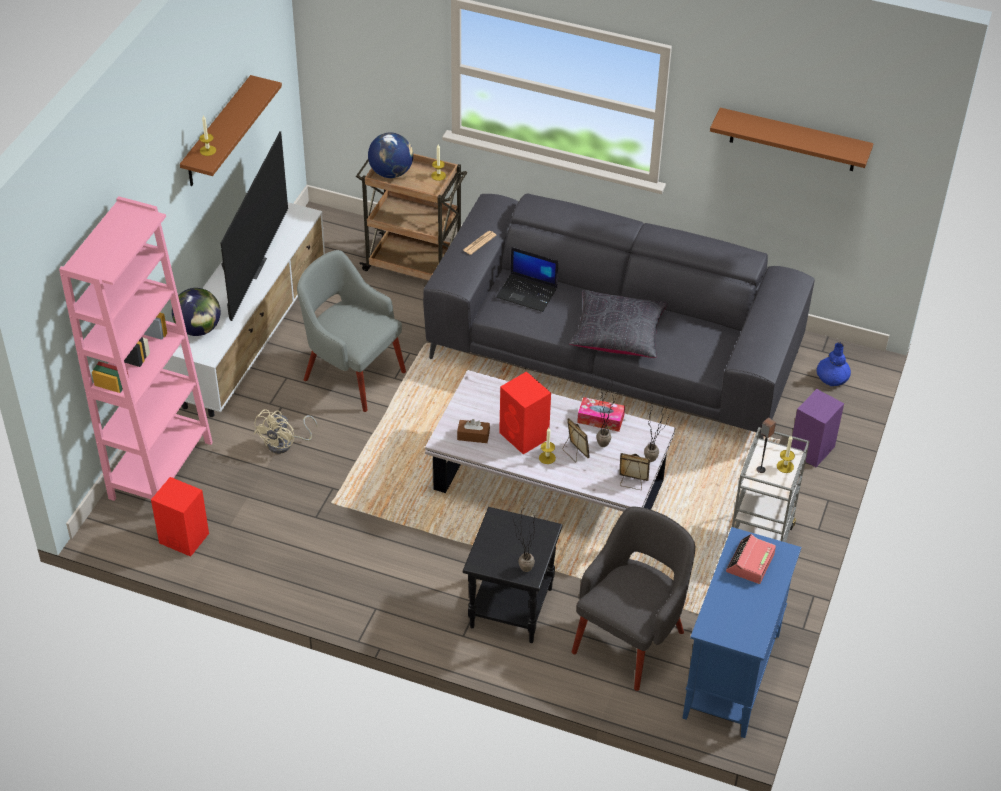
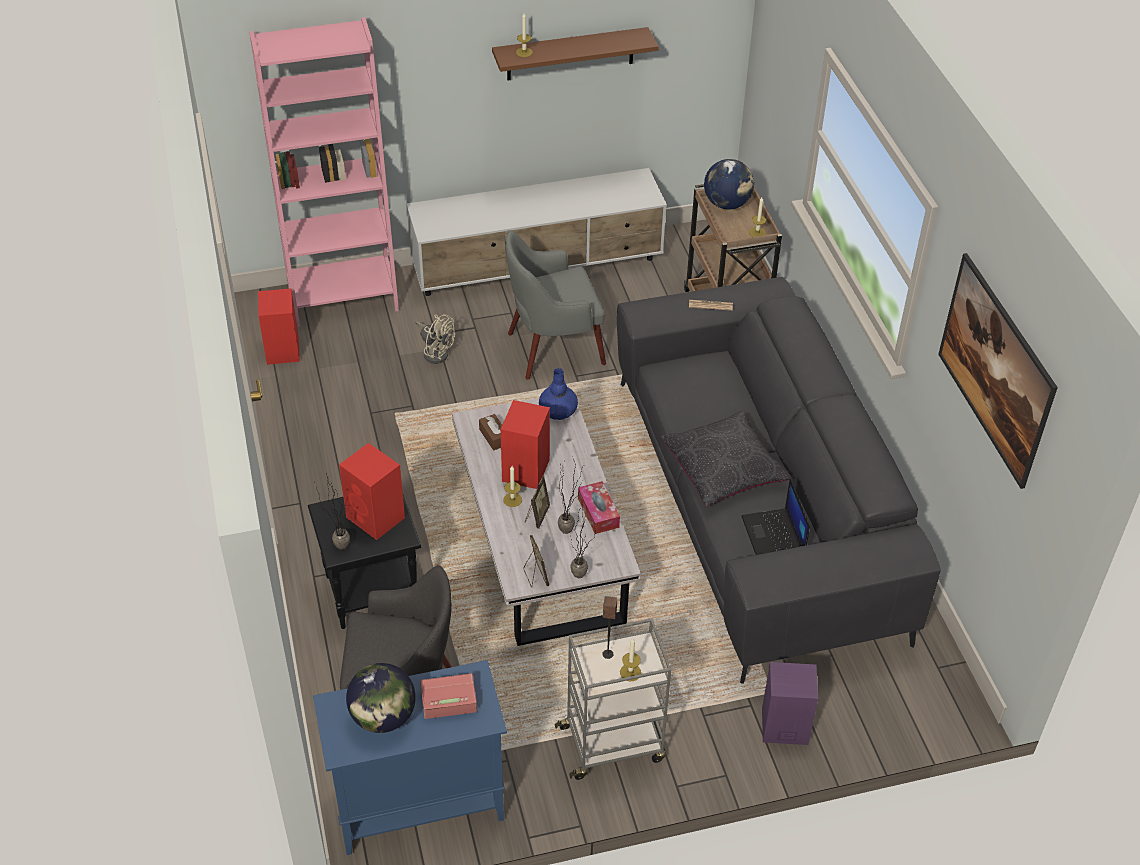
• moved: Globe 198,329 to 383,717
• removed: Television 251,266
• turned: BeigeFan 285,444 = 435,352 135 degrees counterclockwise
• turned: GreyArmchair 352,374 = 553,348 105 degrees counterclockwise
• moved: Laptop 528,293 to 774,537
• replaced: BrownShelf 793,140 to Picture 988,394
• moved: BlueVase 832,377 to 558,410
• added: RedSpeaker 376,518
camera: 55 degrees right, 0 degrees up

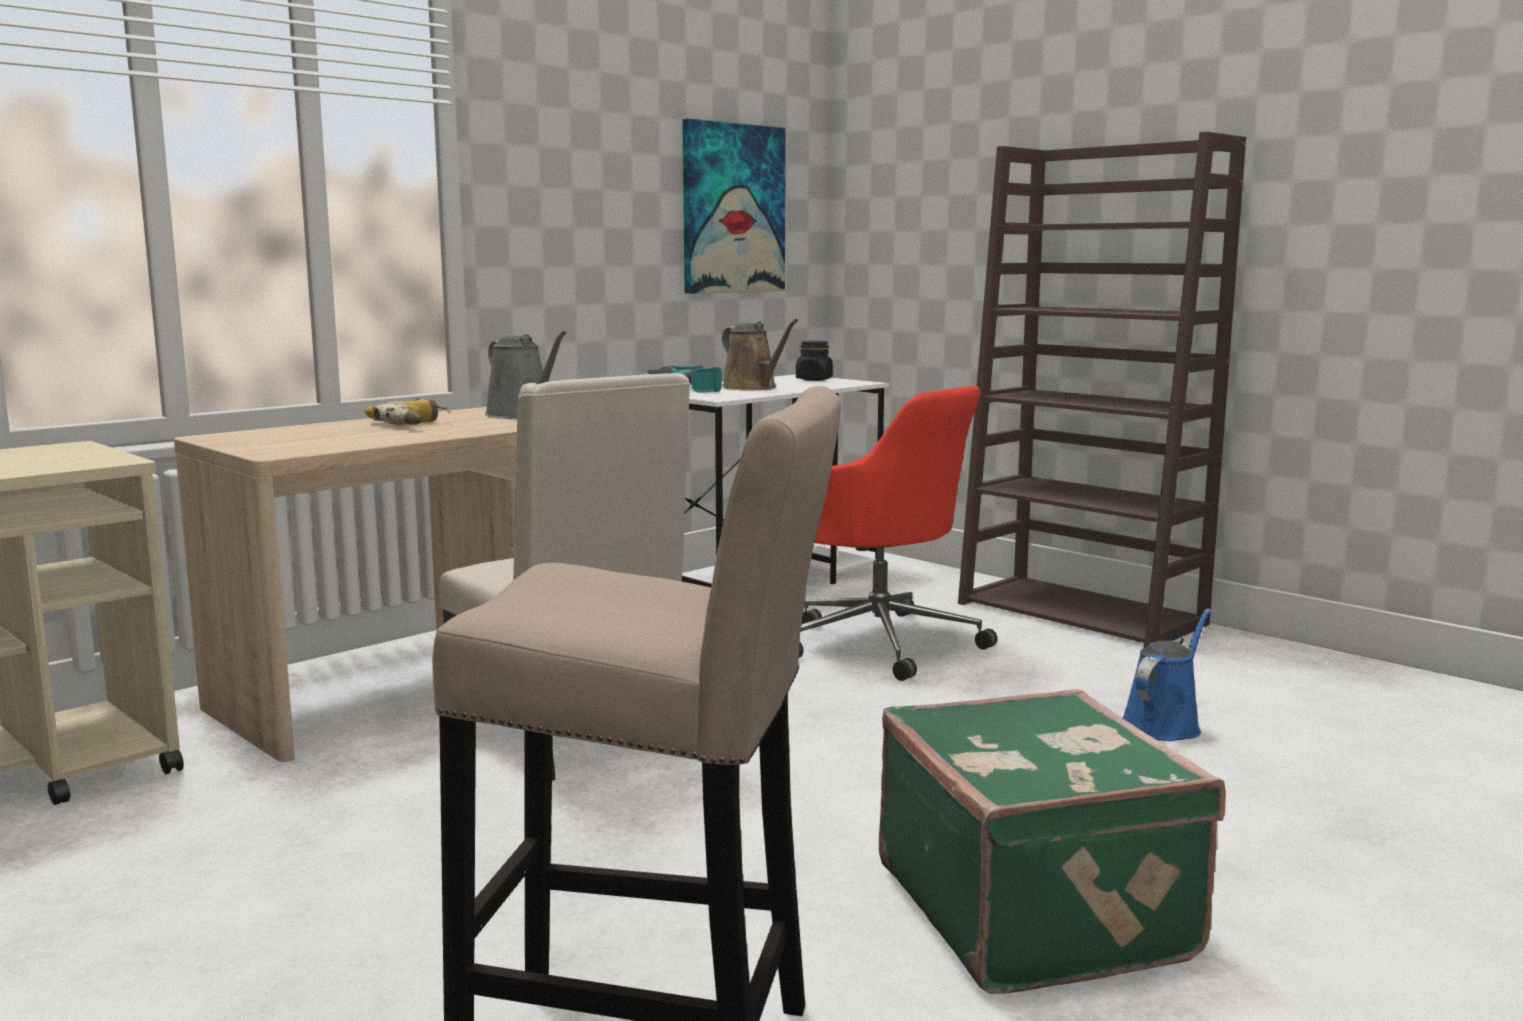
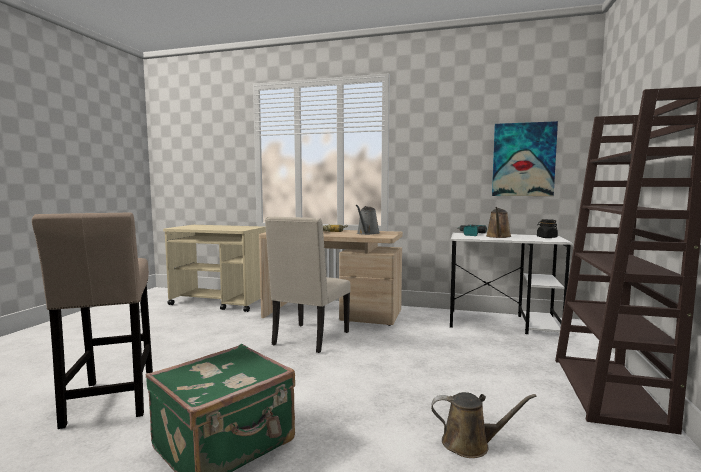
• removed: RedOfficeChair 877,643
• recoloured: BlueWateringCan 1163,724 to BrownWateringCan 470,444
camera: 60 degrees right, 5 degrees down

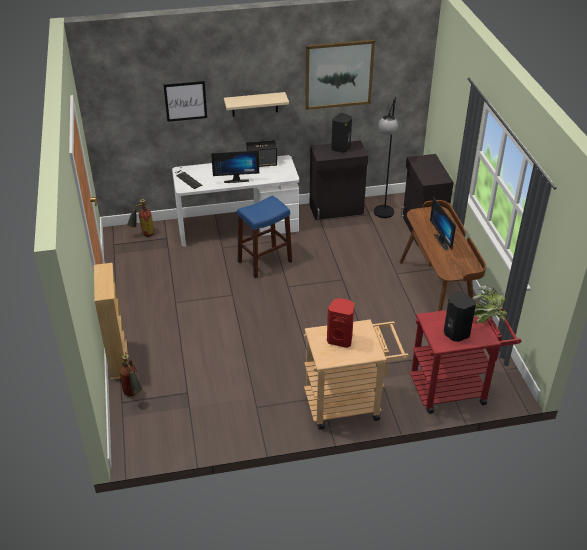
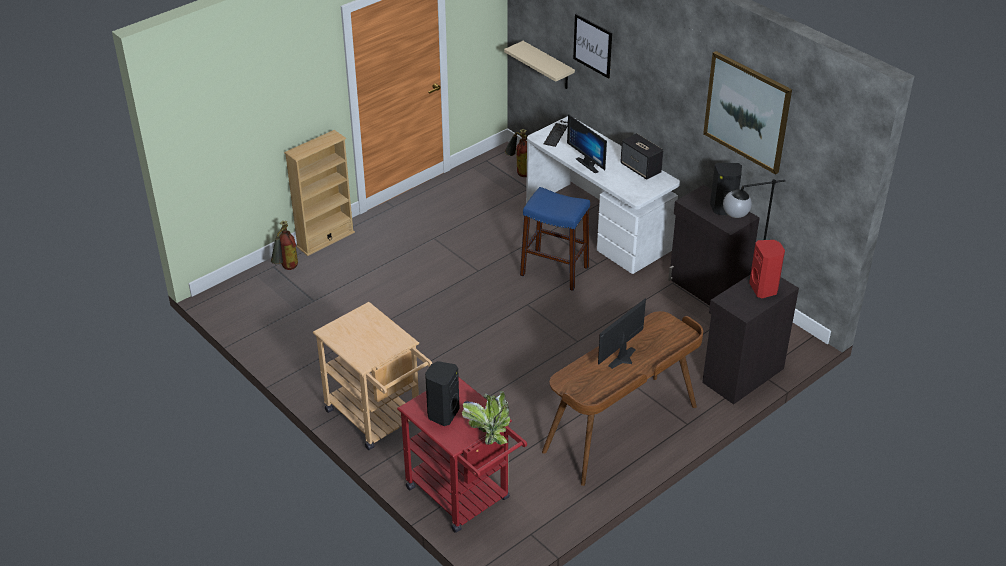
• moved: BeigeShelf 254,104 to 548,66
• moved: RedSpeaker 340,339 to 764,289
camera: 60 degrees right, 0 degrees up

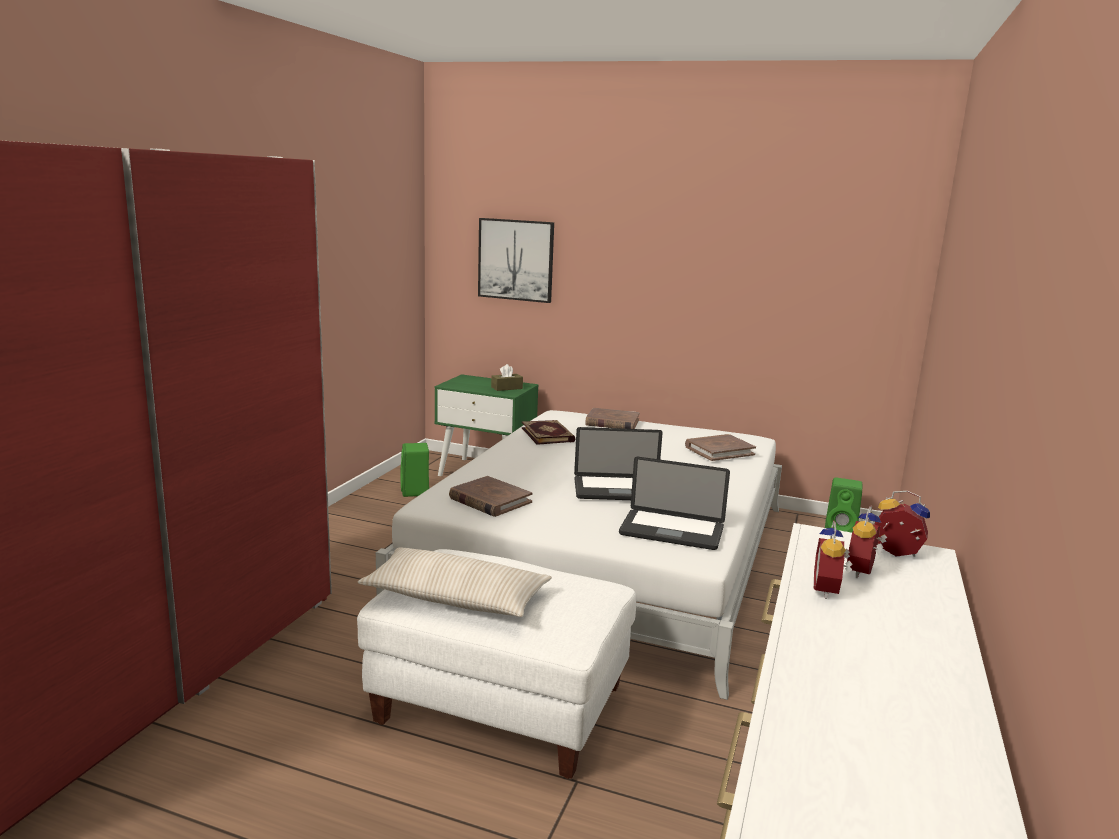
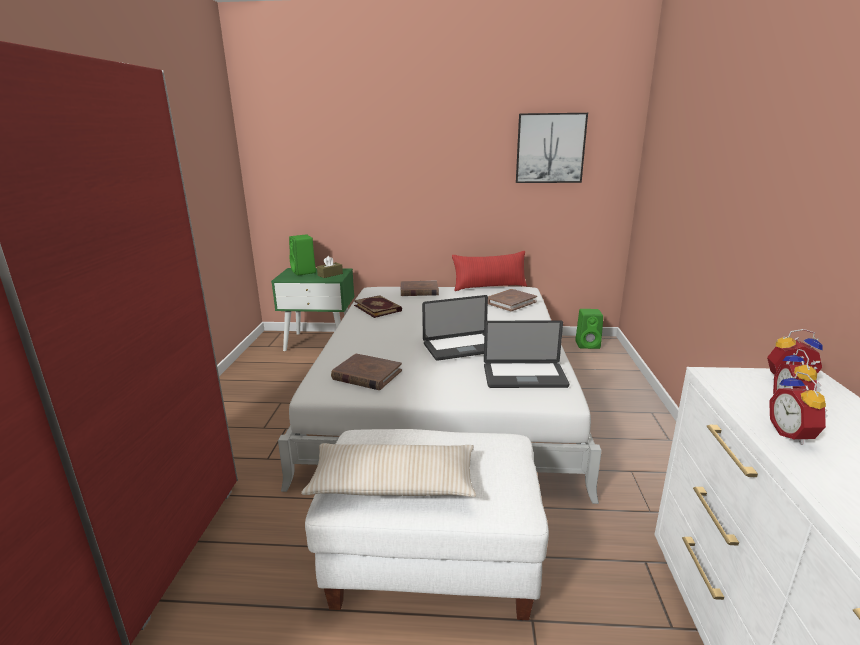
• moved: GreenSpeaker 415,492 to 304,272
• moved: Picture 516,260 to 550,148
• added: RedPillow 489,287
camera: 15 degrees left, 5 degrees up

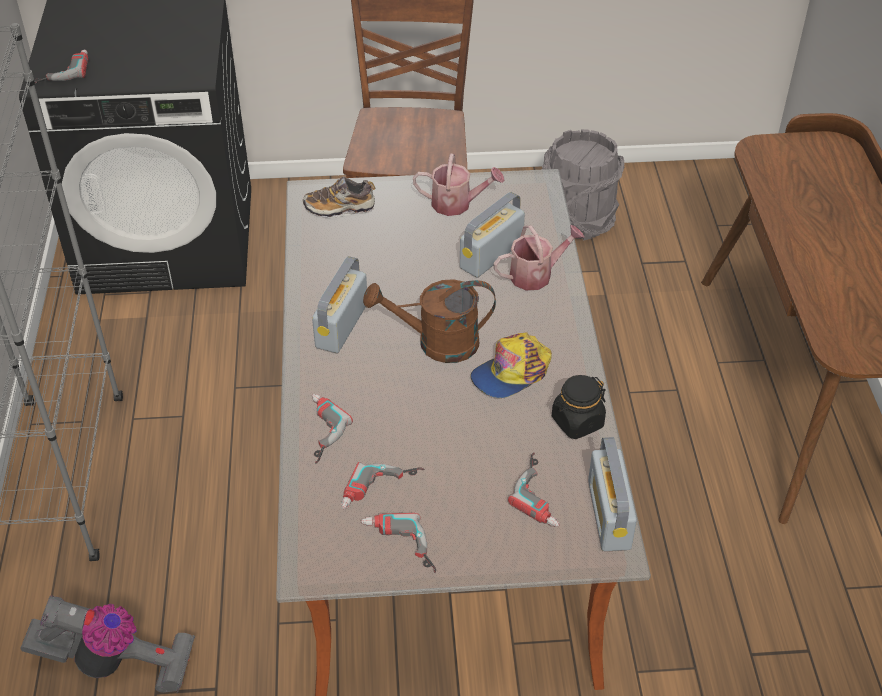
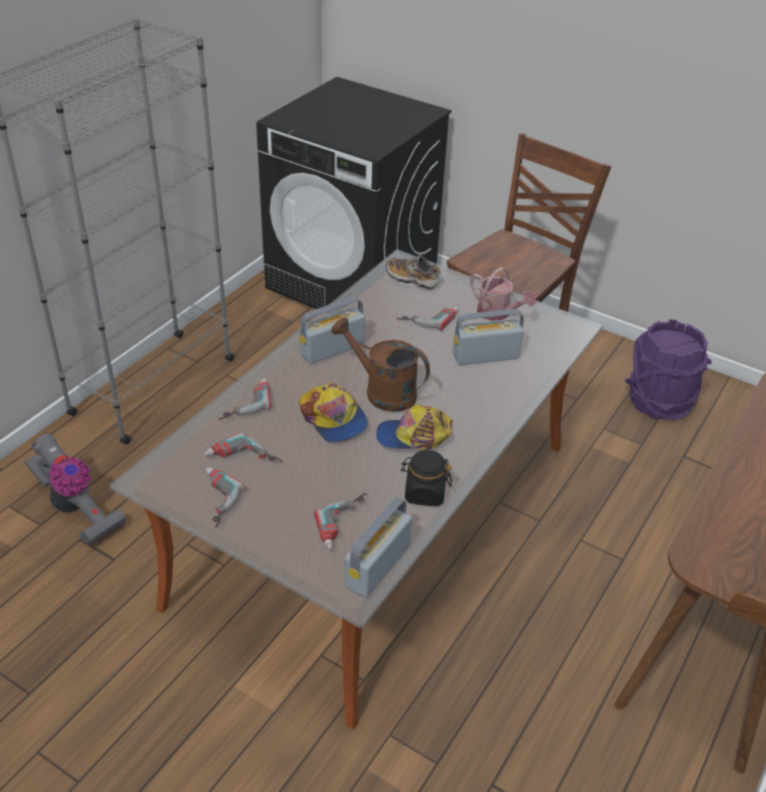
• moved: PowerDrill 61,71 to 428,317
• removed: WateringCan 536,274
• recoloured: GreyBucket 578,220 to PurpleBucket 658,402
• added: Cap 333,418
camera: 35 degrees right, 5 degrees down

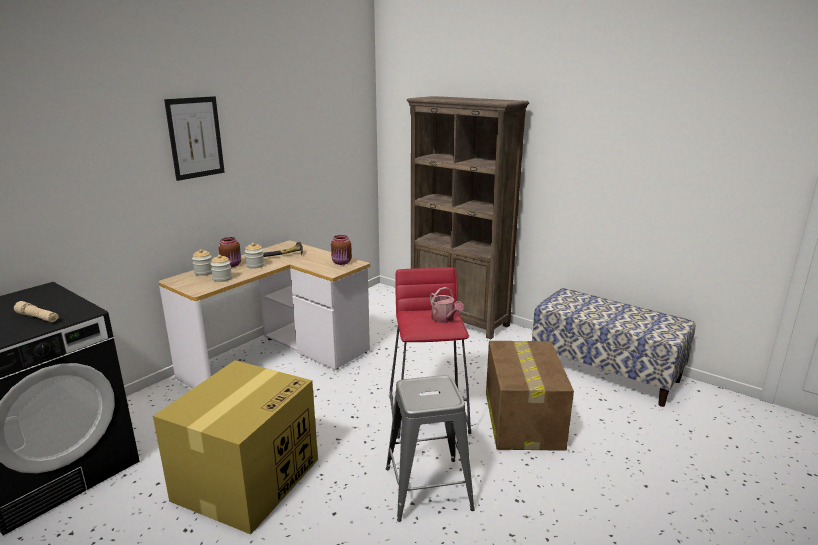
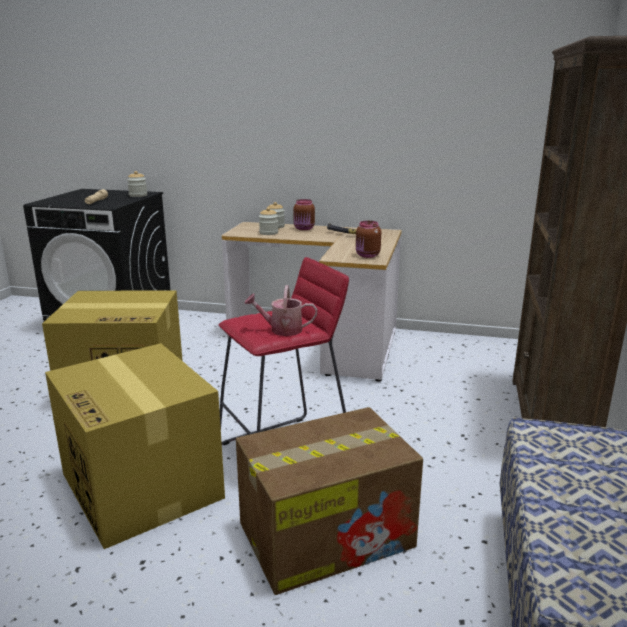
• removed: Picture 195,138
• moved: Jar 255,265 to 138,195
• replaced: GreyStool 428,488 to CardboardBox 143,486
• turned: WateringCan 444,319 = 281,330 60 degrees clockwise
camera: 65 degrees right, 0 degrees up

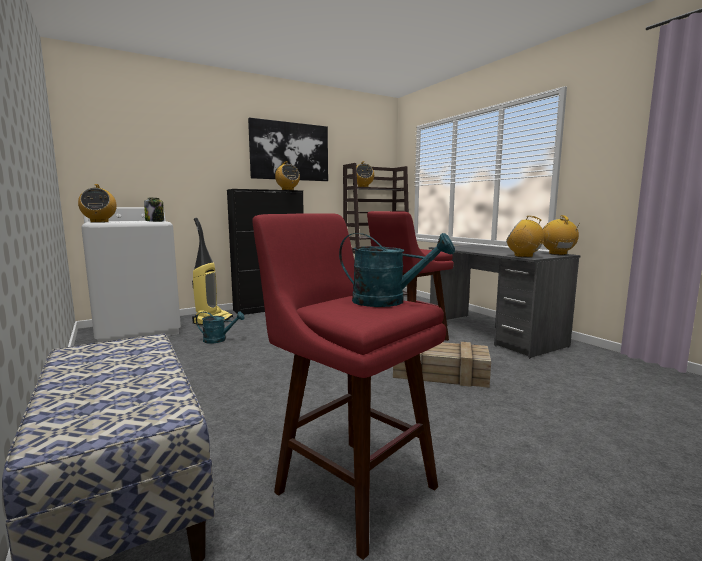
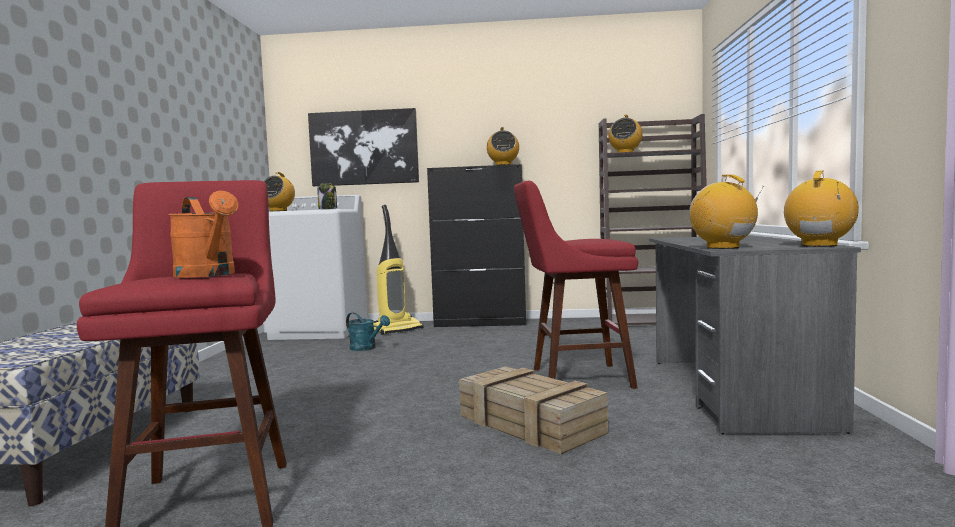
• moved: Picture 289,151 to 364,148
• recoloured: TurquoiseWateringCan 388,301 to OrangeWateringCan 209,275
camera: 35 degrees right, 5 degrees down

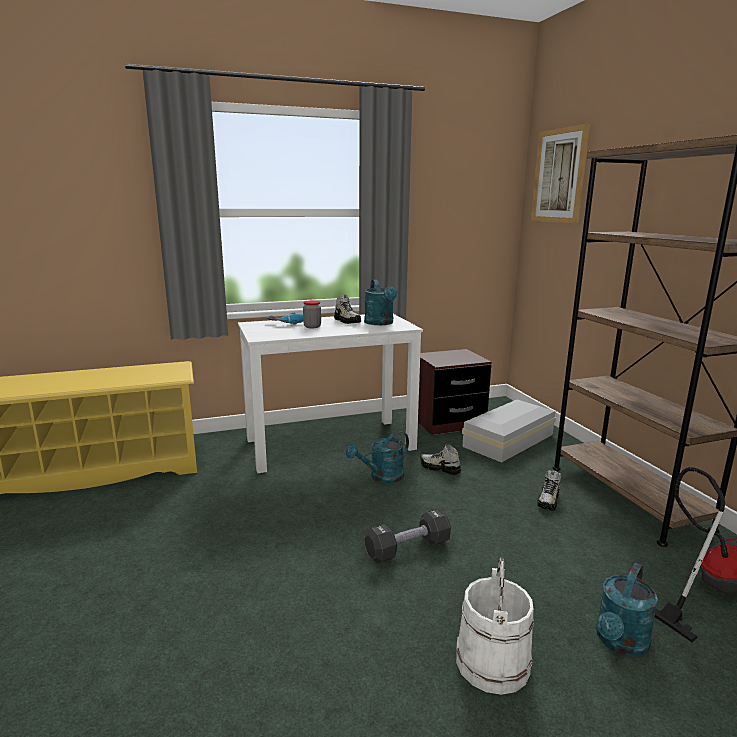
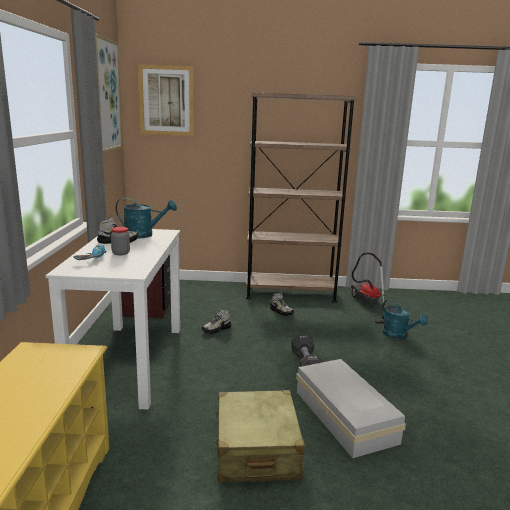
• removed: TurquoiseWateringCan 382,477
• removed: WhiteBucket 493,663
• moved: WhiteStorageBox 510,440 to 345,414
• added: Picture 106,95
• added: BeigeSuitcase 256,450
camera: 70 degrees left, 0 degrees up

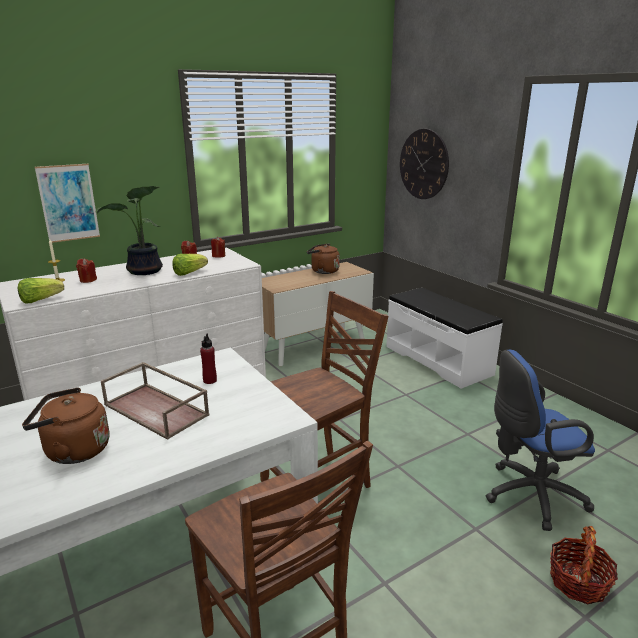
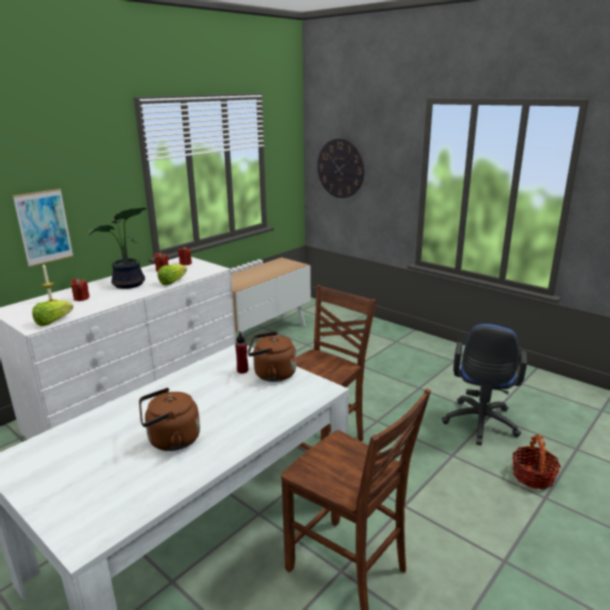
• removed: BrownTray 157,409
• moved: BrownKettle 323,271 to 272,374
• removed: WhiteBench 438,360
• turned: BlueOfficeChair 529,495 = 480,425 45 degrees counterclockwise
camera: 15 degrees left, 0 degrees up

